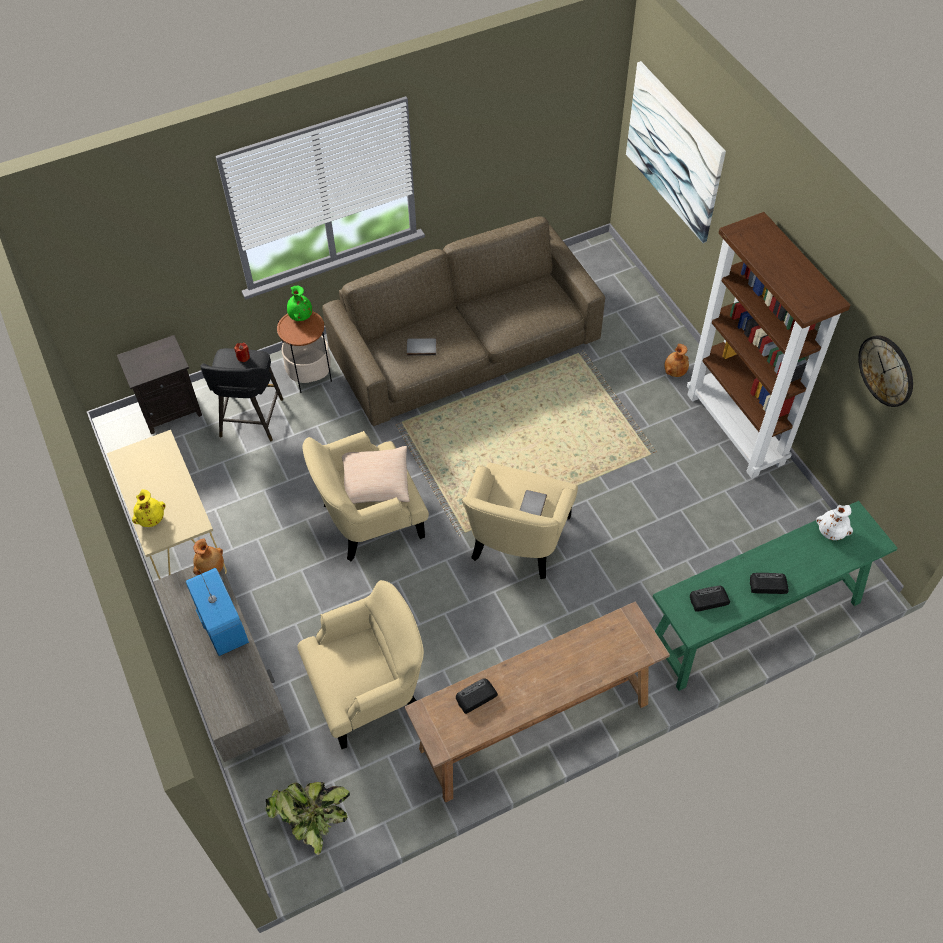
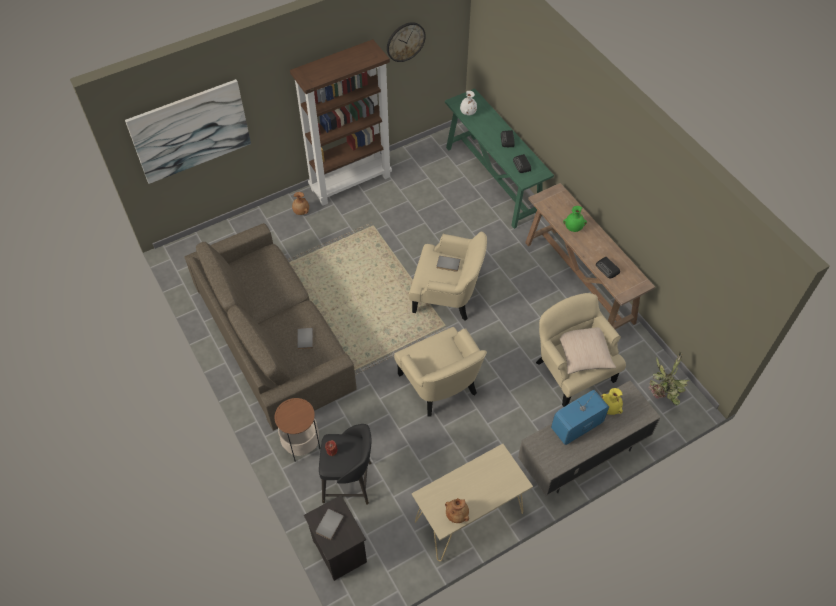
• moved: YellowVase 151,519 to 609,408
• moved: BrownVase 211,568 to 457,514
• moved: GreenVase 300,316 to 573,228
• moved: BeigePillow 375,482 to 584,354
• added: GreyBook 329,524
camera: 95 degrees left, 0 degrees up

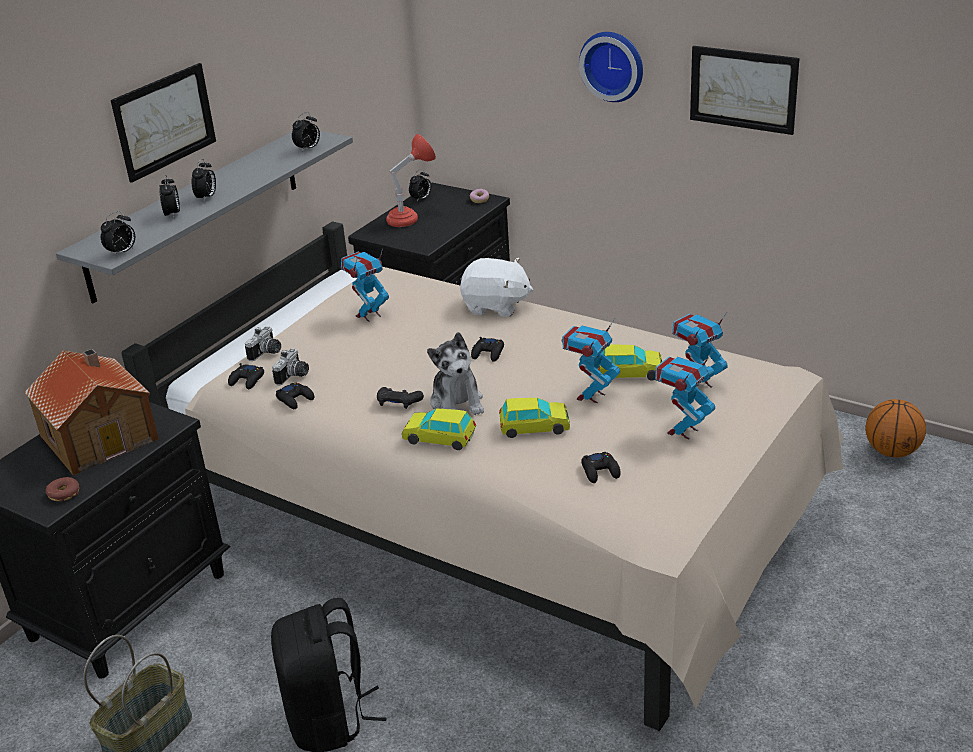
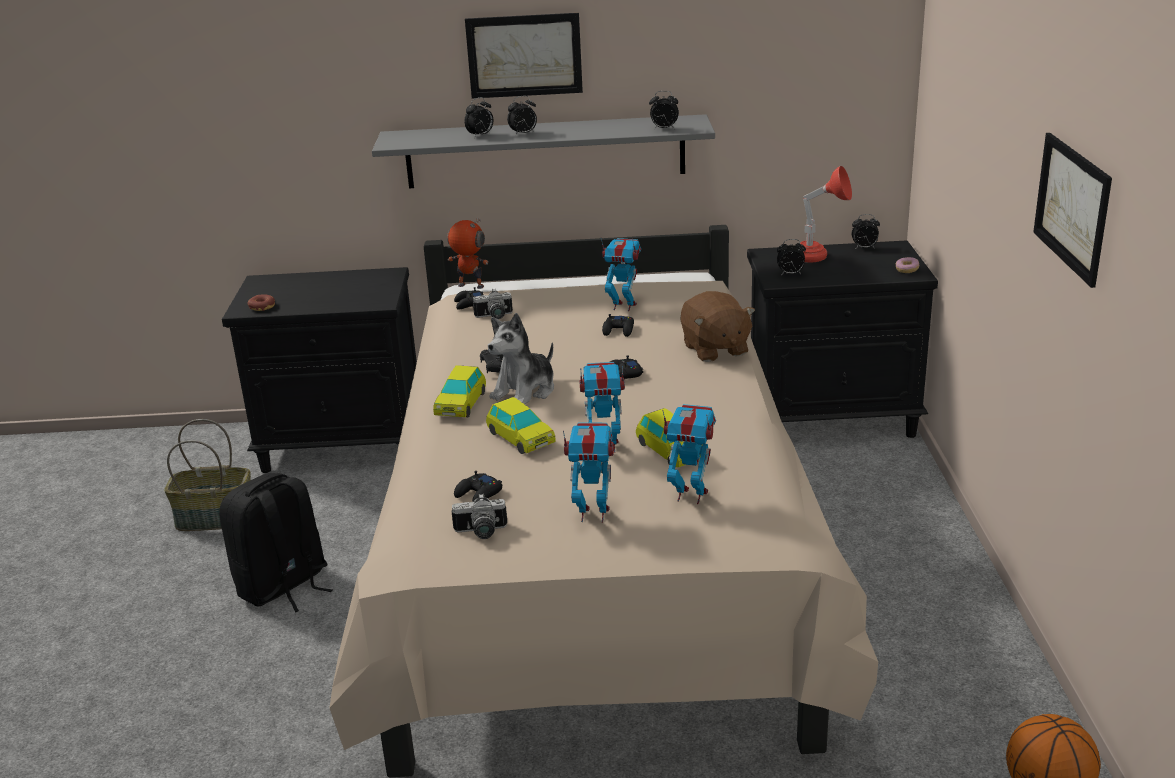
• removed: ToyHouse 100,436
• moved: AlarmClock 122,252 to 790,274
• moved: PhotoCamera 267,353 to 481,533
• moved: BlackGameController 295,399 to 619,330
• turned: ToyCar 439,438 = 461,404 150 degrees counterclockwise
• recoloured: WhitePlushToy 496,306 to BrownPlushToy 714,349
• removed: WallClock 613,65
• added: ToyRobot 470,286
camera: 55 degrees right, 5 degrees down

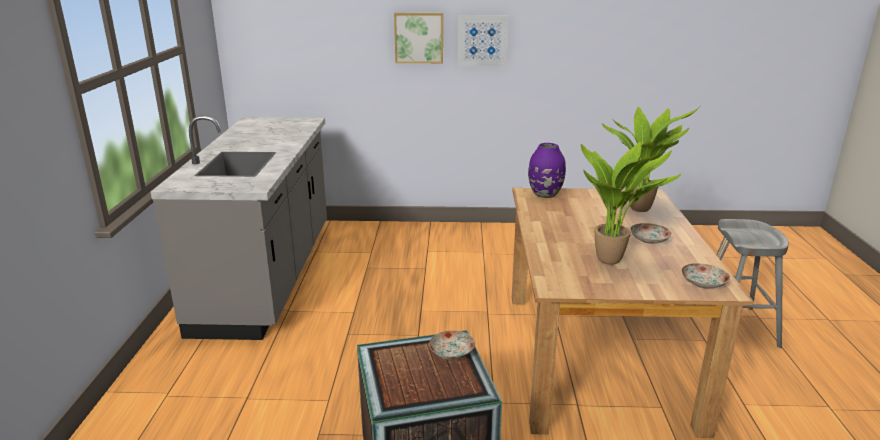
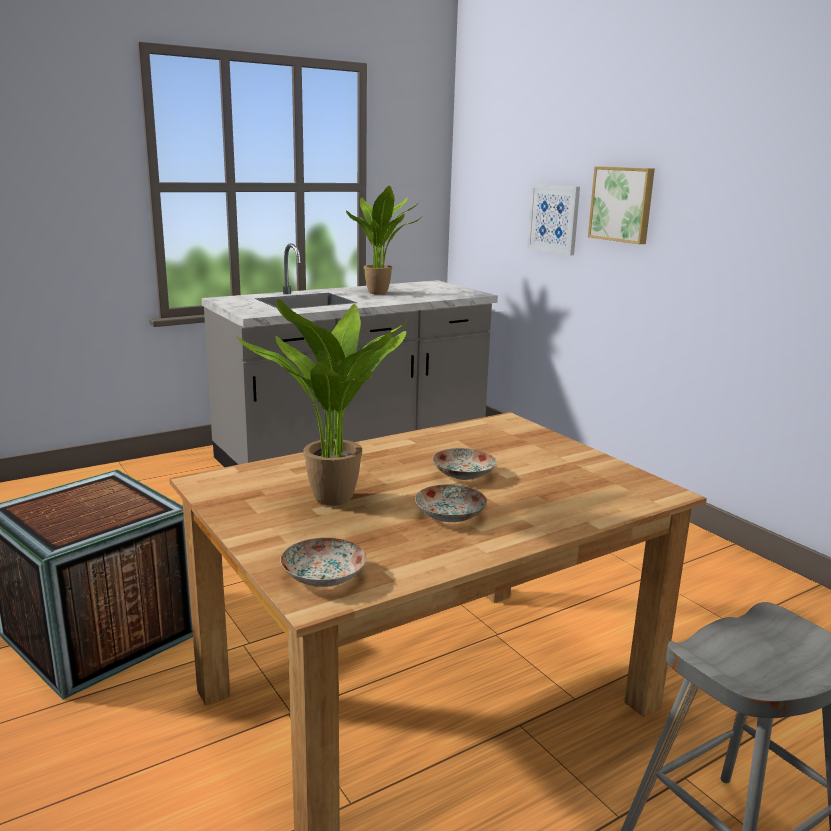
• moved: Plate 452,353 to 463,474
• moved: Picture 482,40 to 554,218
• removed: PurpleVase 545,194
• moved: PottedPlant 641,208 to 381,293
camera: 55 degrees right, 5 degrees down

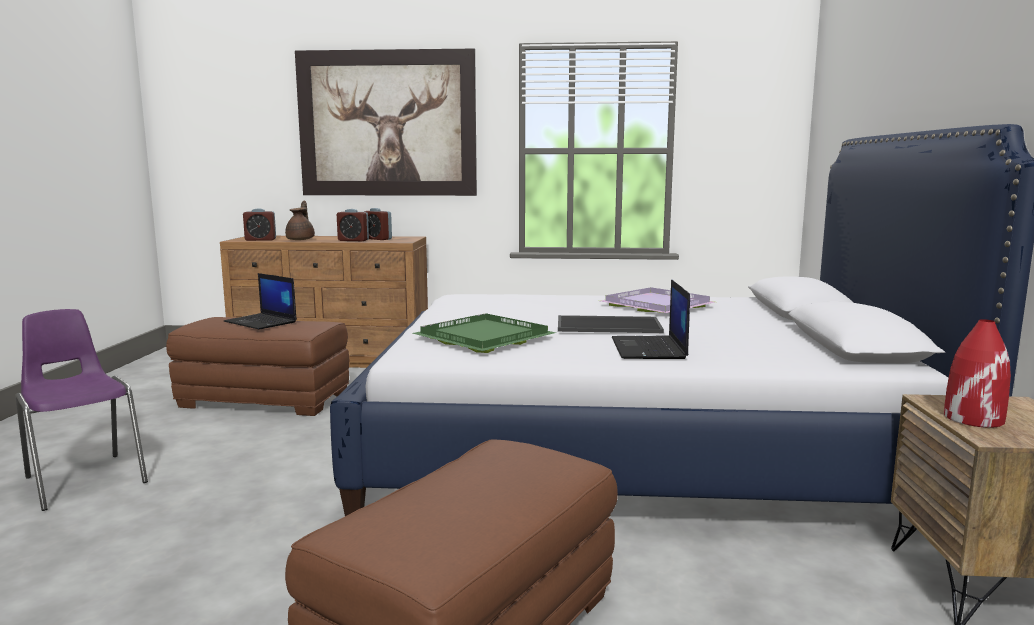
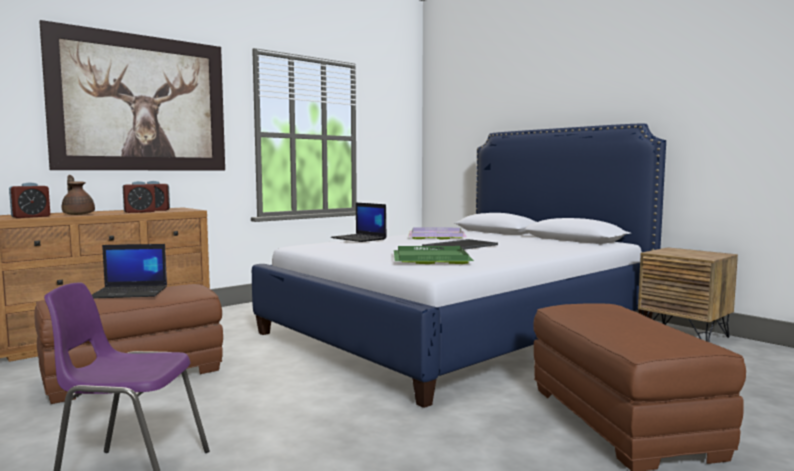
• moved: Laptop 649,349 to 359,238
• removed: RedVase 973,418
camera: 45 degrees left, 5 degrees down

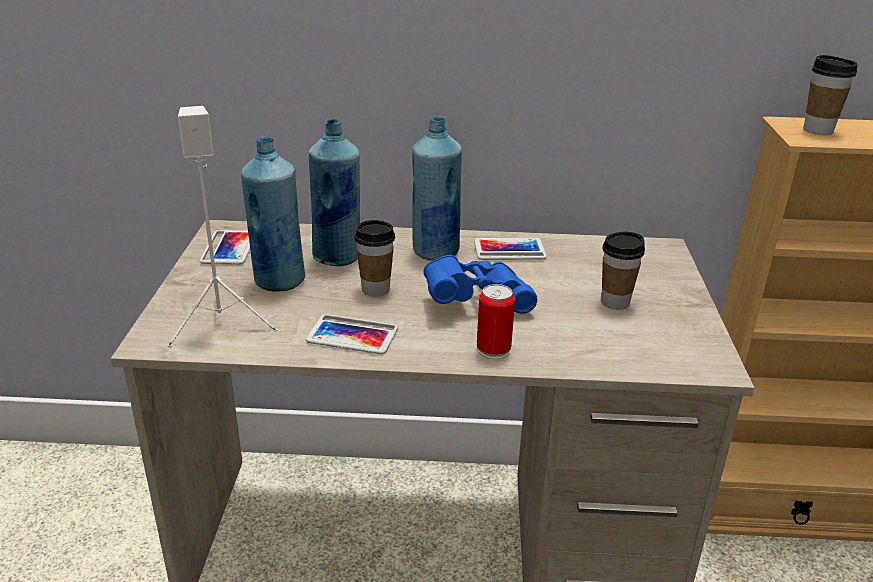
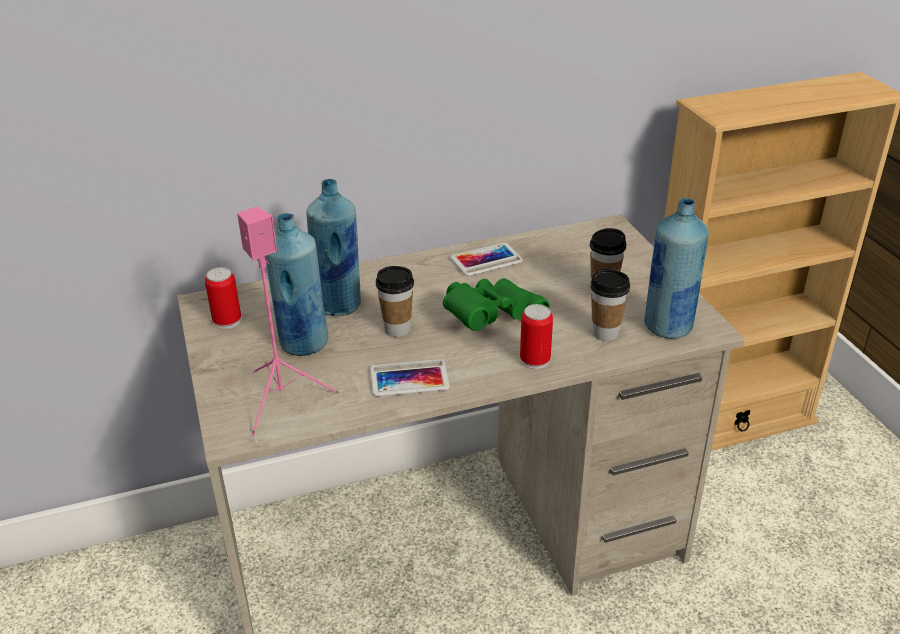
• recoloured: WhiteSpeaker 222,322 to PinkSpeaker 283,398
• replaced: Phone 229,248 to Can 227,321
• moved: BlueBottle 435,252 to 668,327
• recoloured: BlueBinoculars 475,301 to GreenBinoculars 490,318
• moved: Cup 818,130 to 605,333
camera: 20 degrees left, 5 degrees up

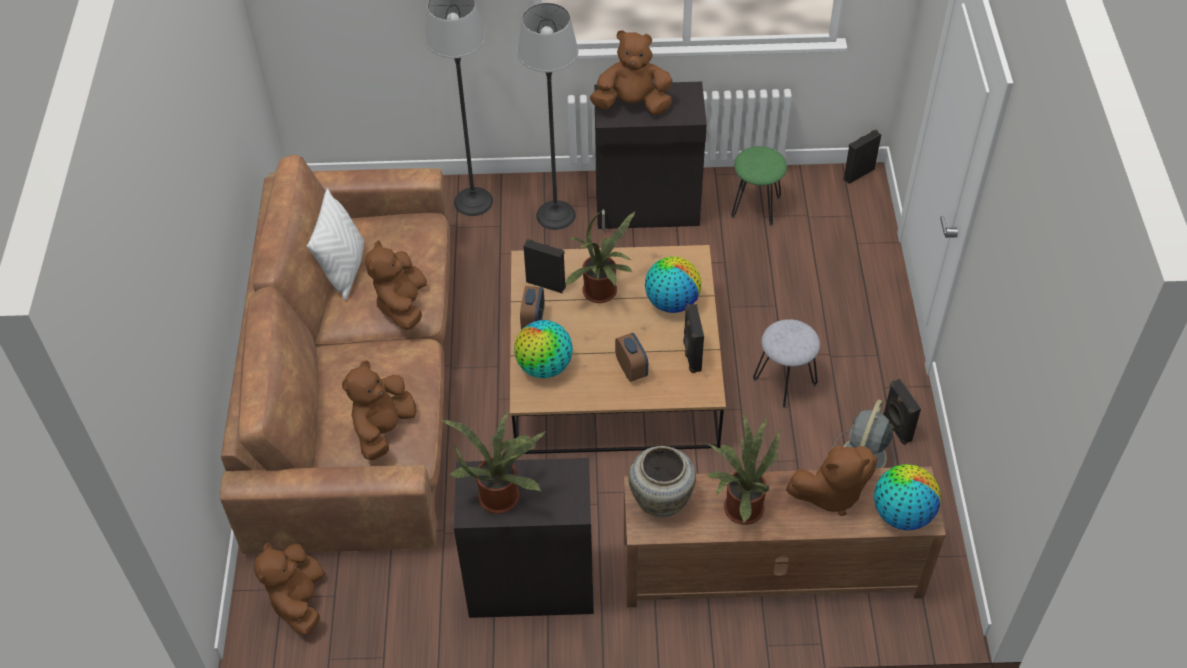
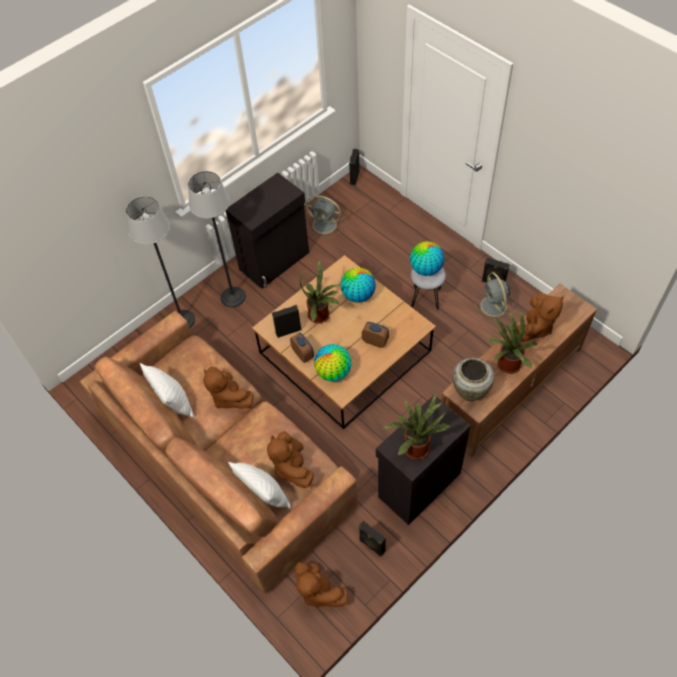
• removed: BrownPlushToy 632,104
• moved: BlackSpeaker 691,356 to 371,546
• replaced: GreenStool 756,207 to GreyFan 325,225
• moved: Globe 902,514 to 425,269
• added: WhitePillow 264,494
camera: 40 degrees left, 5 degrees up

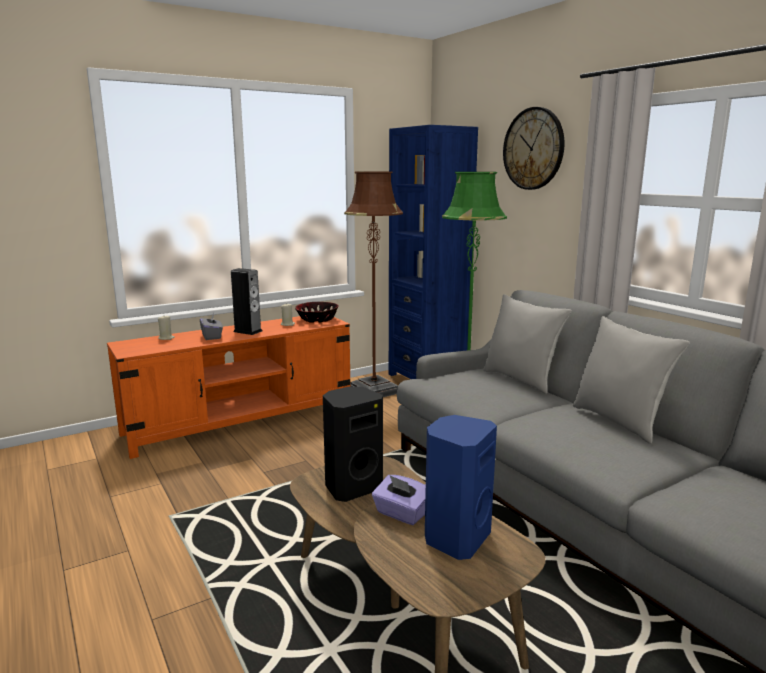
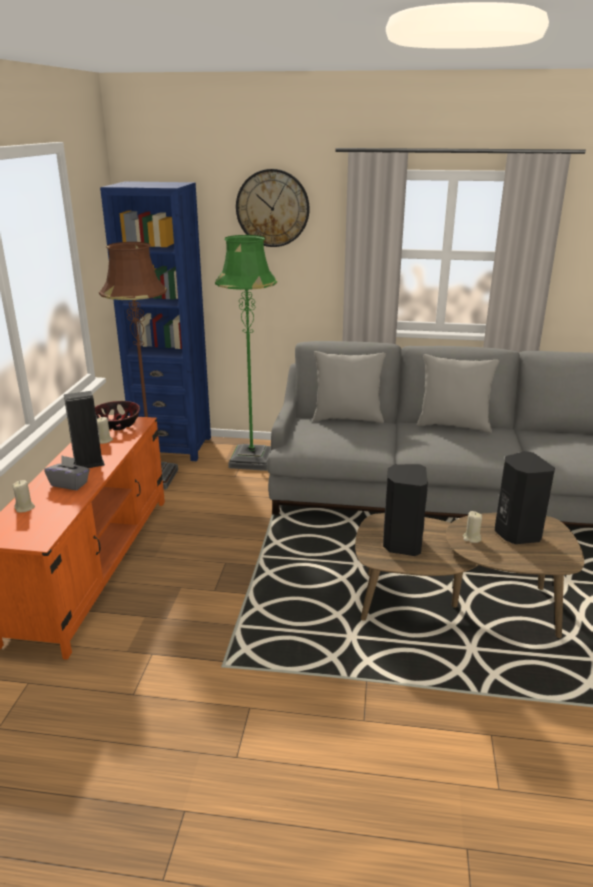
• replaced: PurpleTissueBox 401,513 to BeigeCandle 471,538
• recoloured: BlueSpeaker 455,538 to BlackSpeaker 515,534
camera: 50 degrees left, 10 degrees up

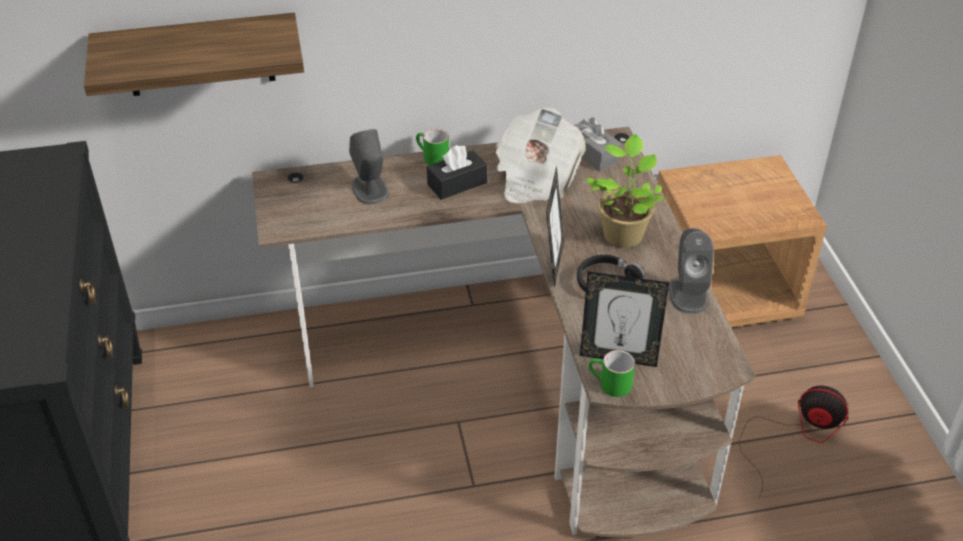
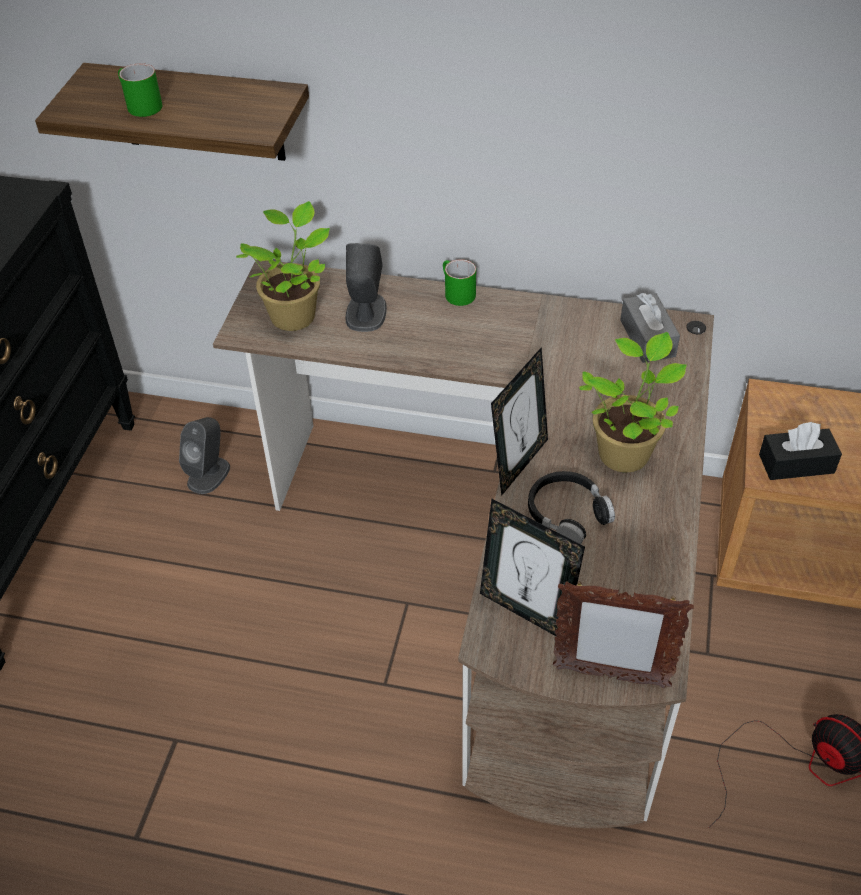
• moved: BlackTissueBox 457,184 to 796,464
• removed: Newspaper 536,178
• moved: GreenMug 609,384 to 139,106
• moved: GreySpeaker 688,294 to 209,474
• added: PottedPlant 294,314
• added: PictureFrame 610,676
camera: 25 degrees right, 5 degrees up

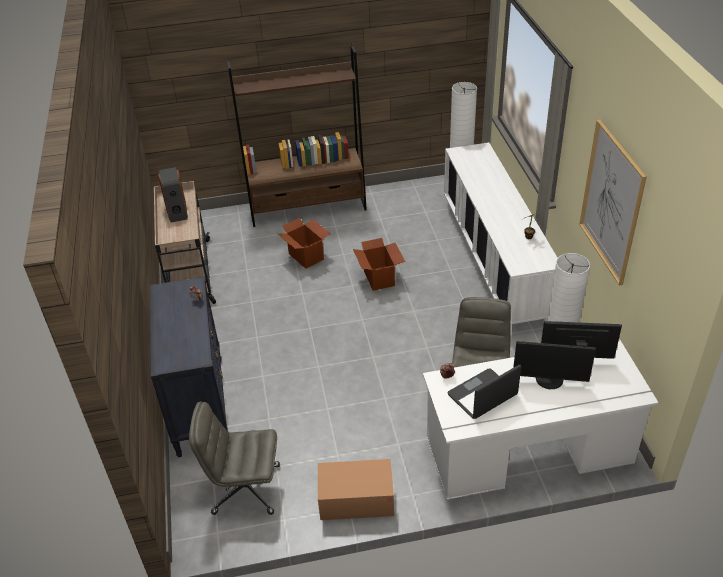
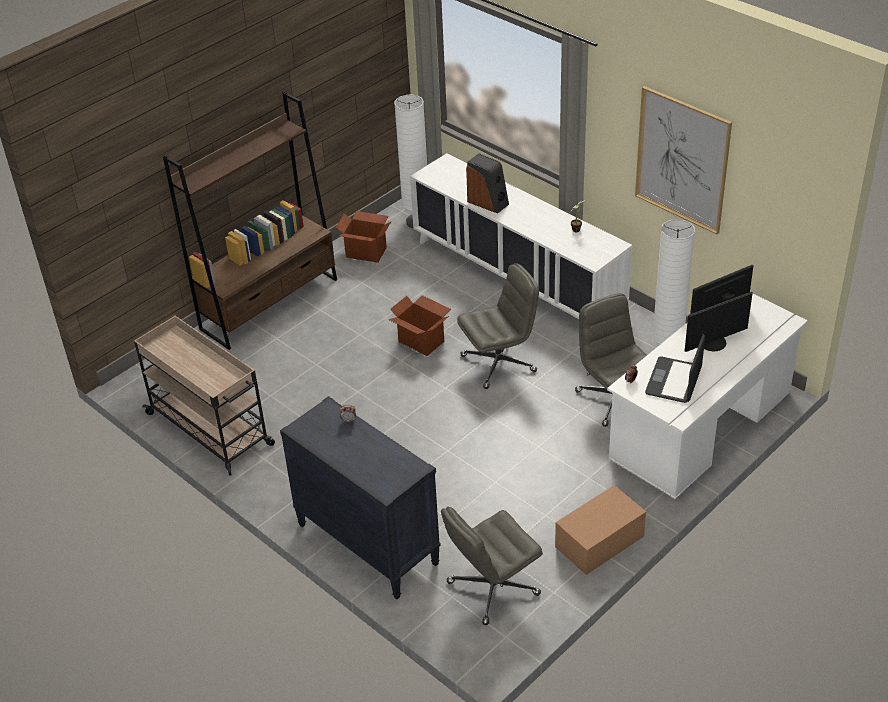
• moved: Speaker 177,211 to 488,202
• moved: CardboardBox 306,256 to 366,252
• added: GreyOfficeChair 499,363
camera: 35 degrees left, 0 degrees up

